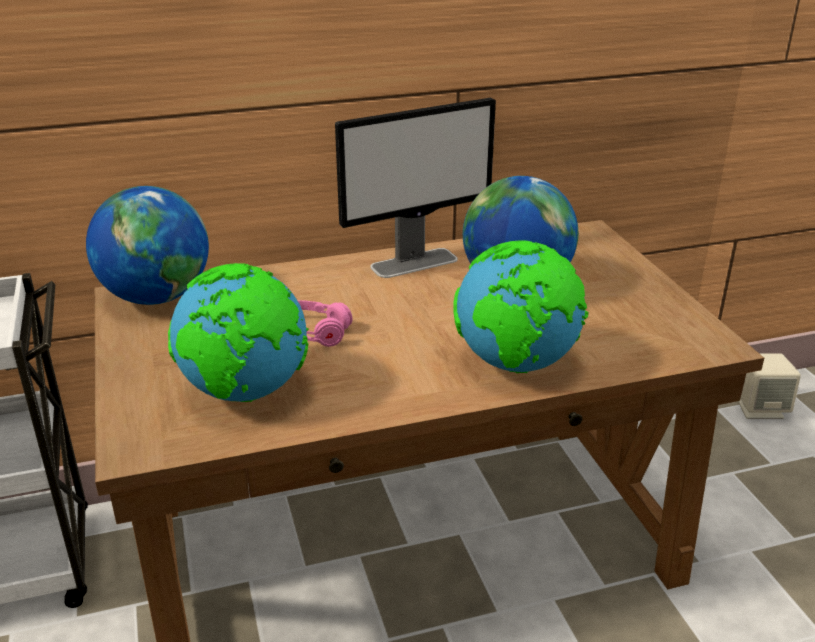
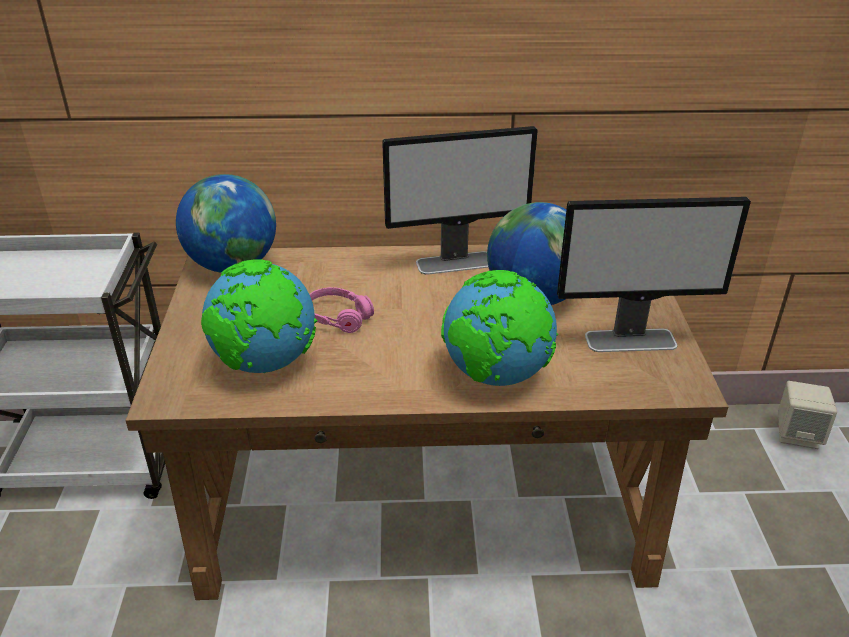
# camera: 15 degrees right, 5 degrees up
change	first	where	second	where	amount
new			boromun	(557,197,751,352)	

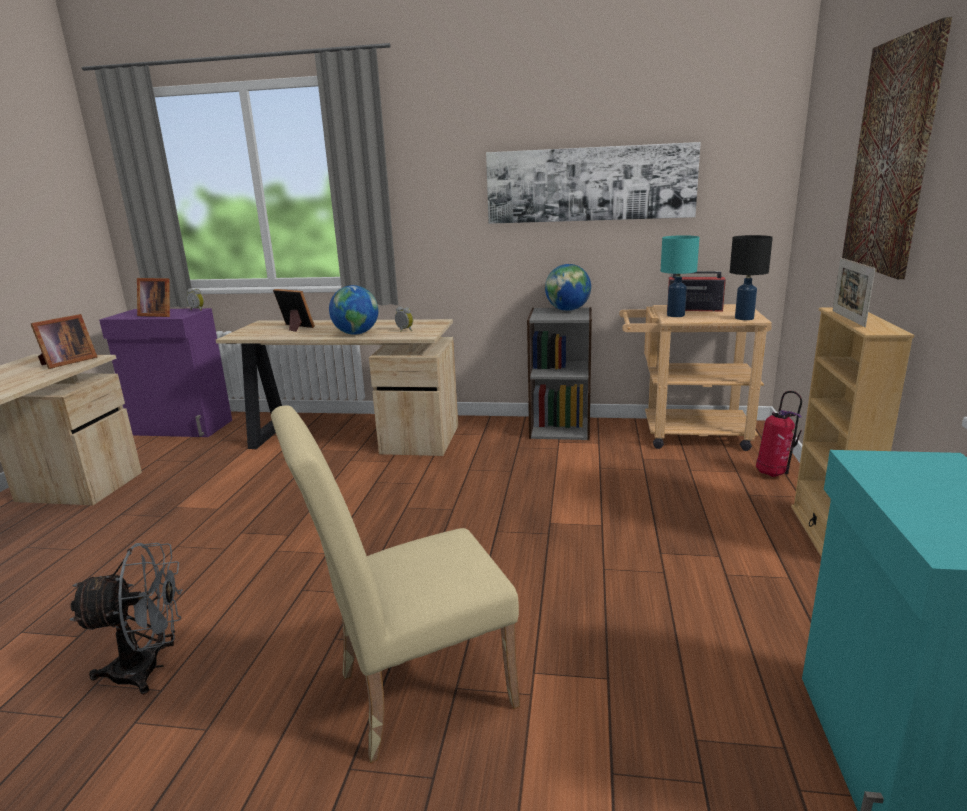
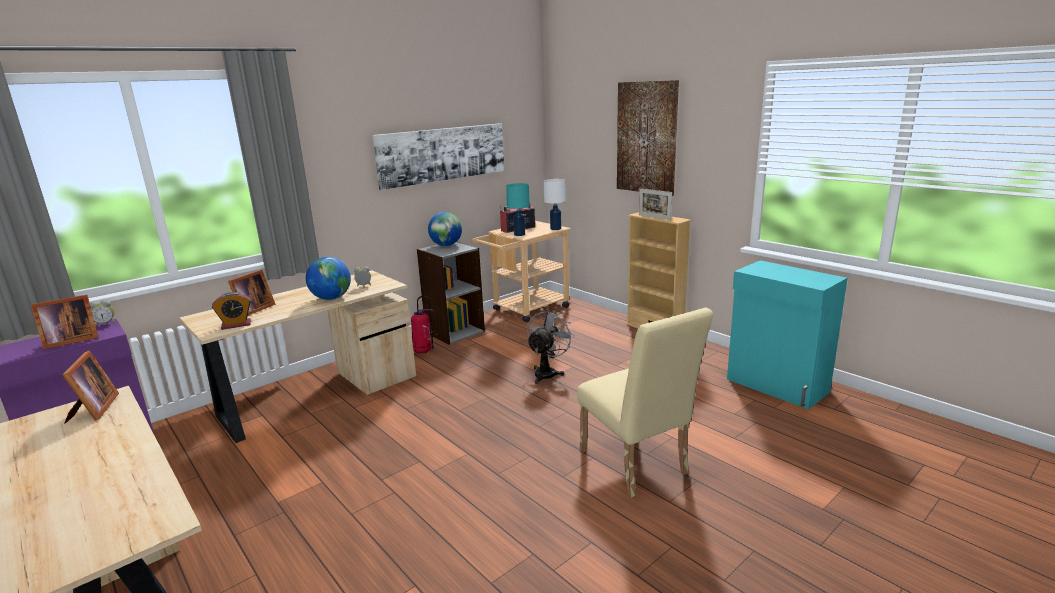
# camera: 50 degrees left, 0 degrees up
change	first	where	second	where	amount
shifted	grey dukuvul	(69,543,183,694)		(527,309,575,384)	
rotated	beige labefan	(271,405,520,763)		(577,308,713,498)	45 degrees counterclockwise
rotated	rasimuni	(273,289,315,332)		(228,270,275,316)	135 degrees clockwise
repainted	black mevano	(730,235,773,320)	white mevano	(544,179,566,230)	
shifted	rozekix	(756,391,802,477)		(411,296,434,354)	
new			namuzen	(212,292,251,330)	

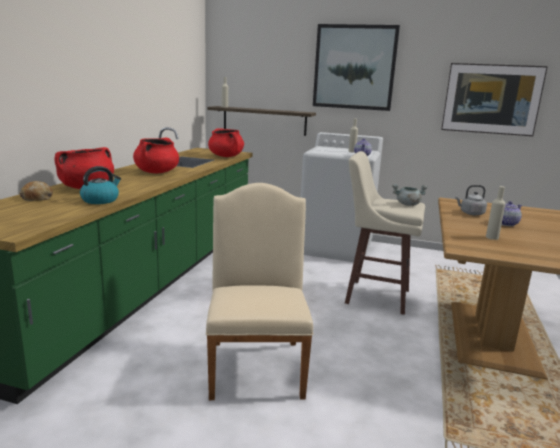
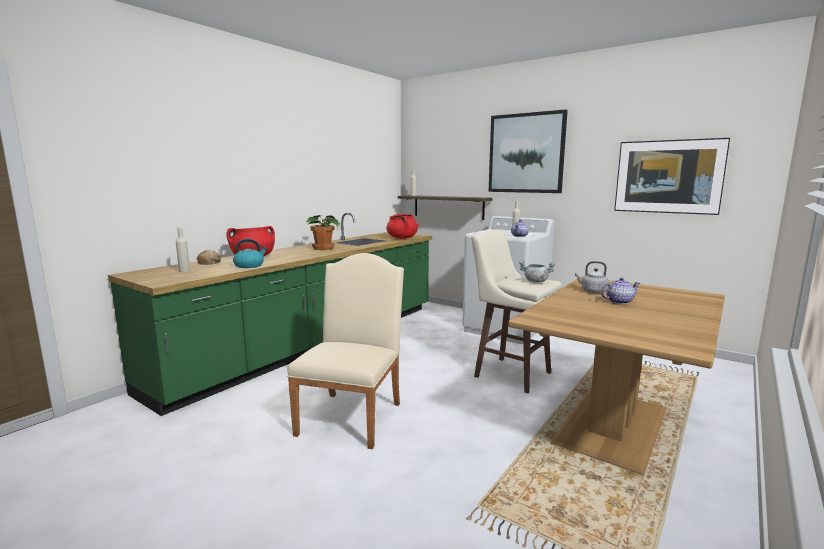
# camera: 20 degrees right, 5 degrees down
change	first	where	second	where	amount
swapped	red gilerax	(133,138,179,173)	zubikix	(306,215,338,250)	
shifted	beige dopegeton	(486,186,506,240)		(176,227,190,272)	

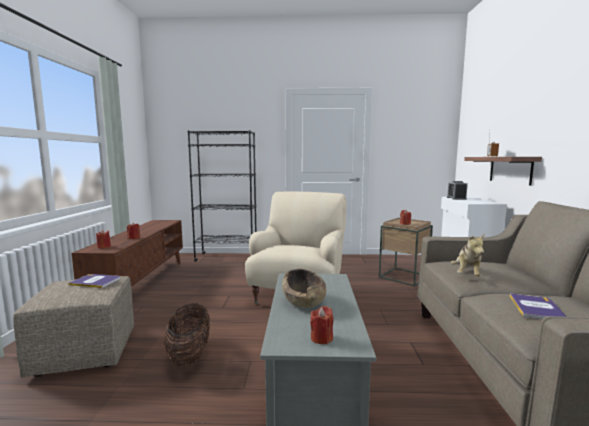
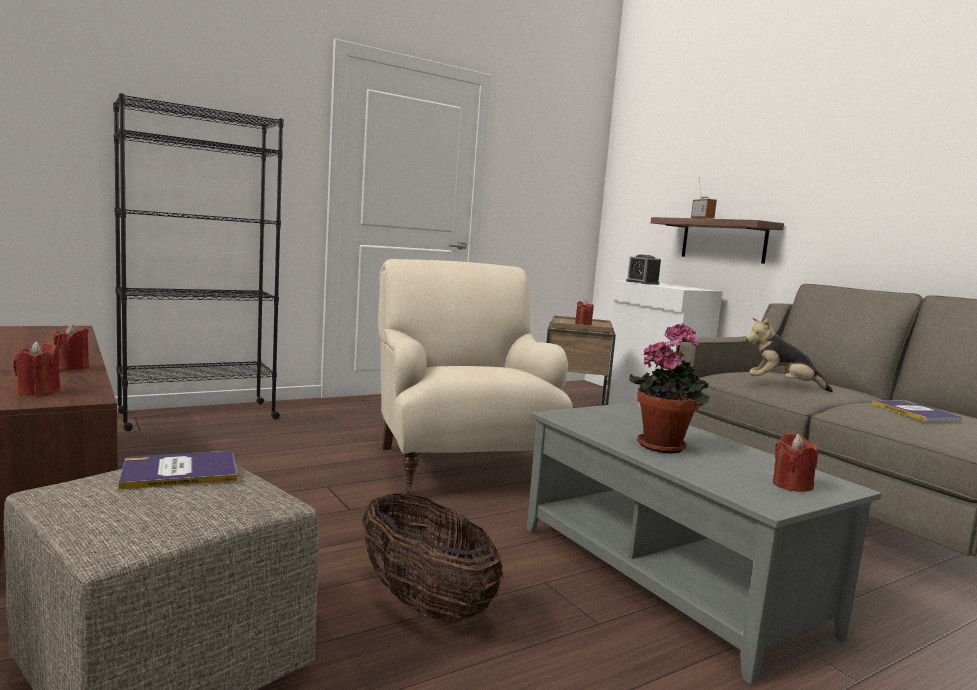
# camera: 35 degrees left, 0 degrees up
change	first	where	second	where	amount
swapped	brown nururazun	(282,269,326,308)	zubikix	(629,323,710,453)	
rotated	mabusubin	(451,234,485,276)		(745,317,833,392)	120 degrees clockwise

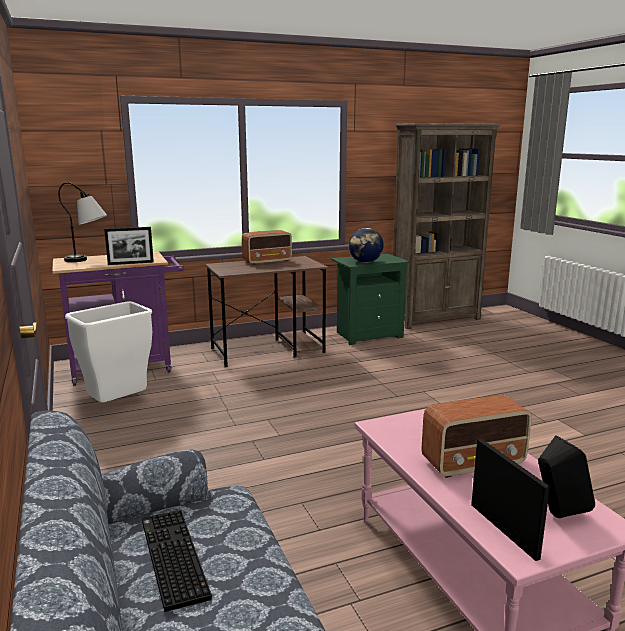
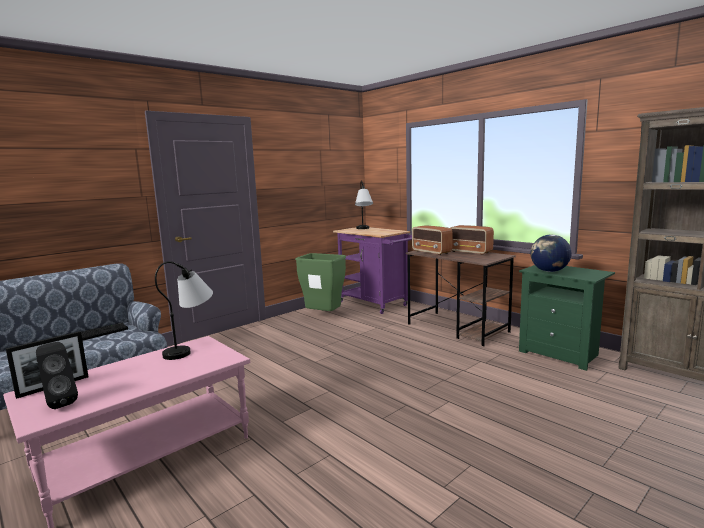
# camera: 70 degrees right, 5 degrees down
change	first	where	second	where	amount
repainted	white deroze	(65,301,152,402)	green deroze	(295,253,346,311)	
gone	rasimuni	(104,227,154,265)			
shifted	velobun	(421,395,532,478)		(412,225,453,255)	
new			mevano	(155,261,213,360)	

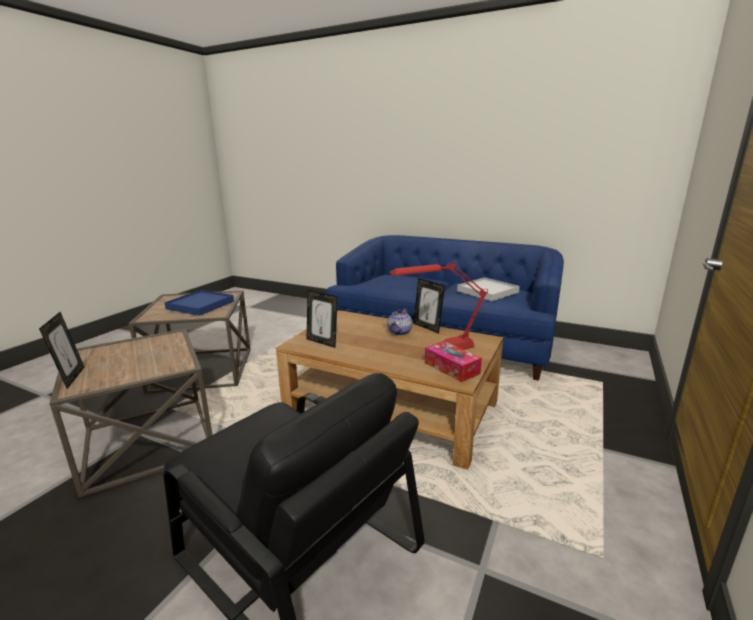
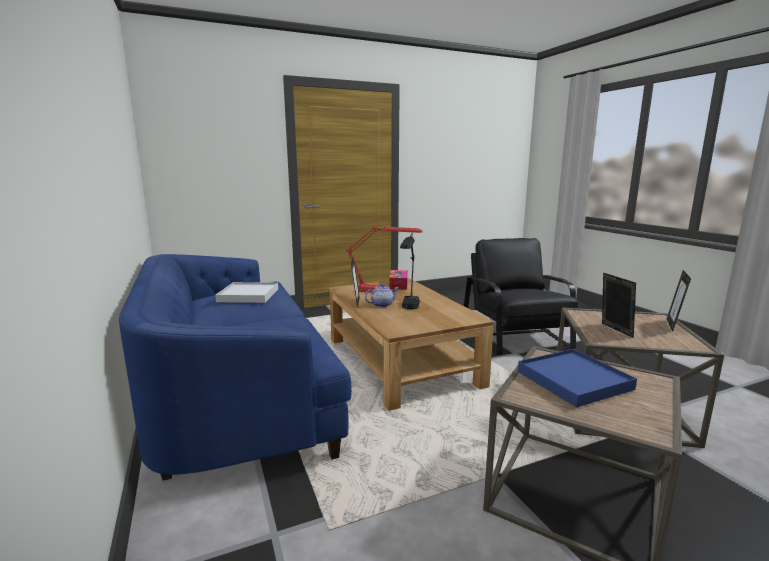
# camera: 140 degrees left, 5 degrees down
change	first	where	second	where	amount
shifted	rasimuni	(307,290,337,348)		(602,273,636,338)	
new			black mevano	(400,233,420,309)	

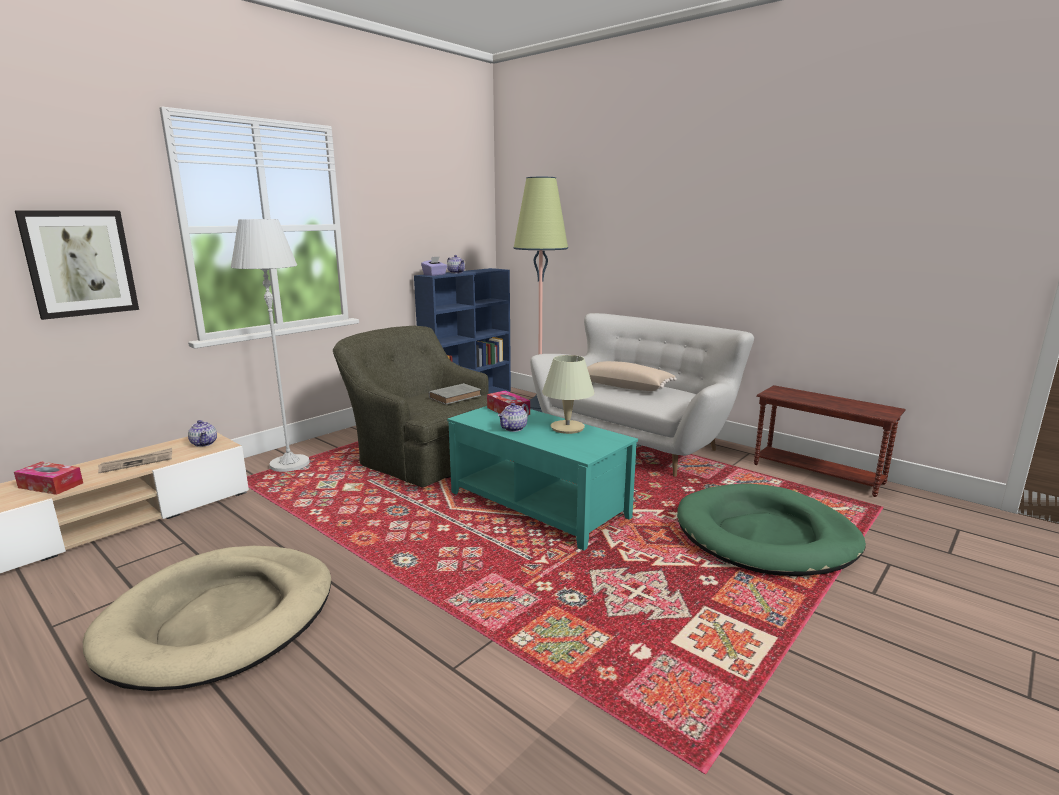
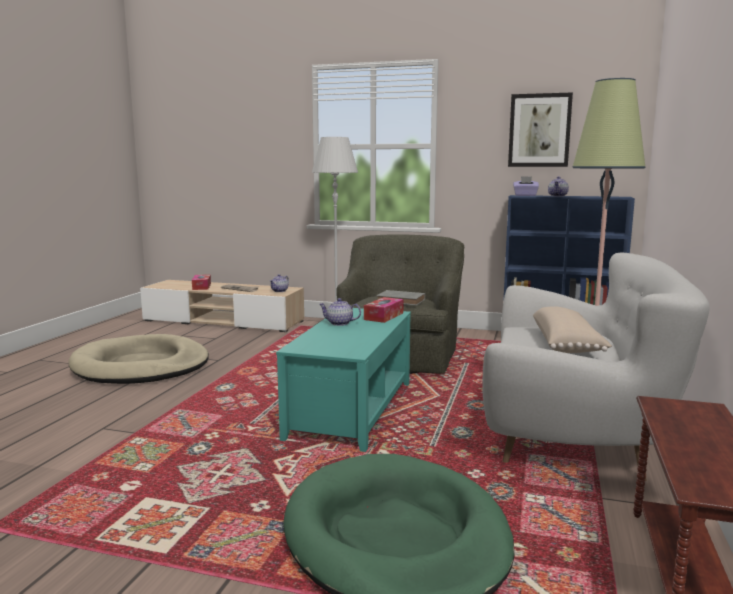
# camera: 65 degrees right, 5 degrees down
change	first	where	second	where	amount
shifted	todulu	(15,210,139,320)		(508,92,573,167)	
gone	beige mevano	(542,355,595,434)			

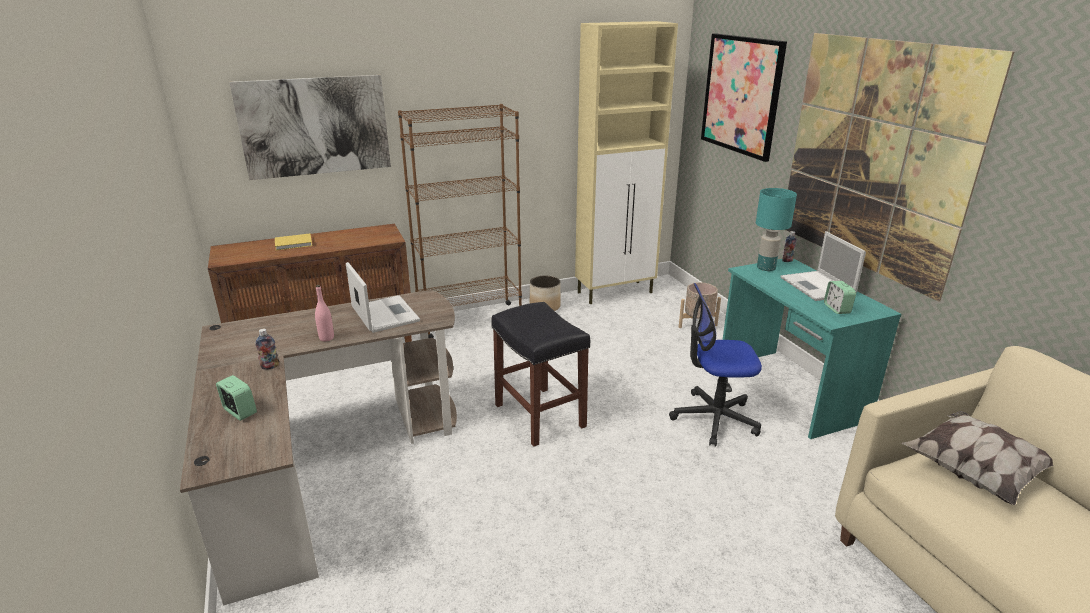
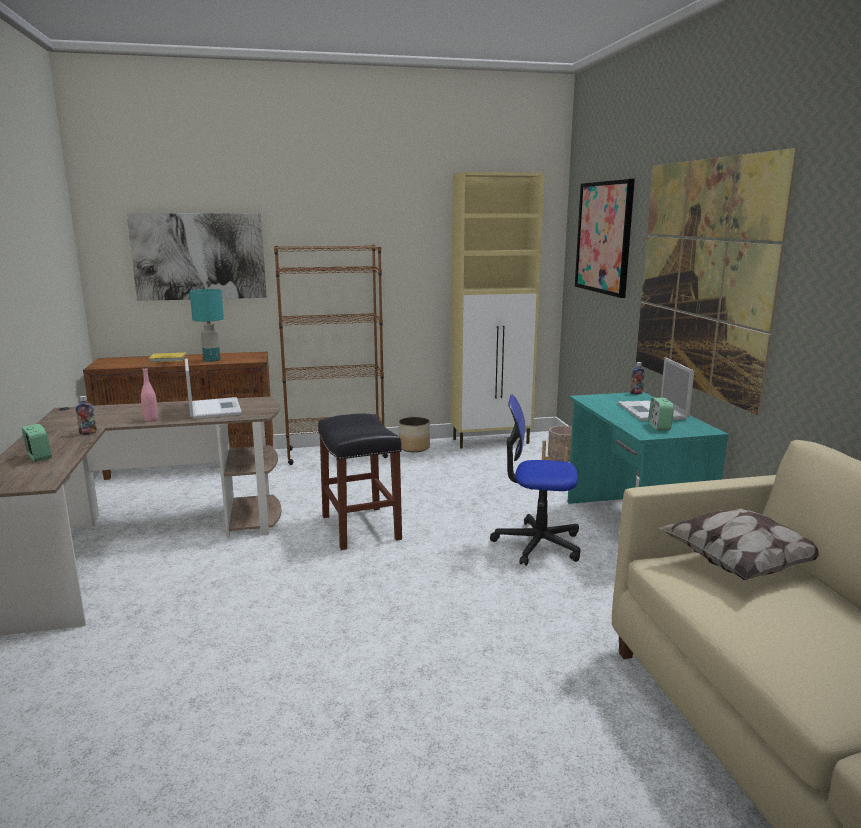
# camera: 10 degrees right, 10 degrees down
change	first	where	second	where	amount
shifted	turquoise mevano	(756,188,797,271)		(190,289,224,362)	

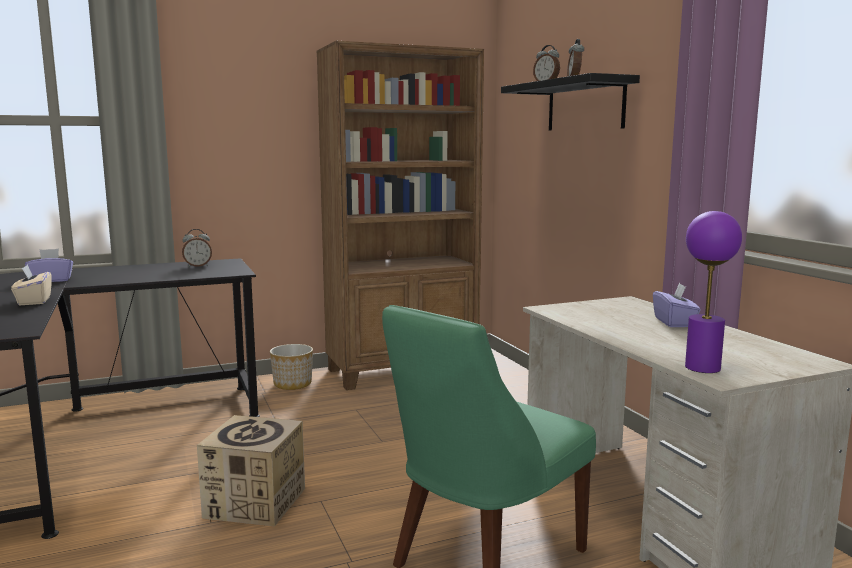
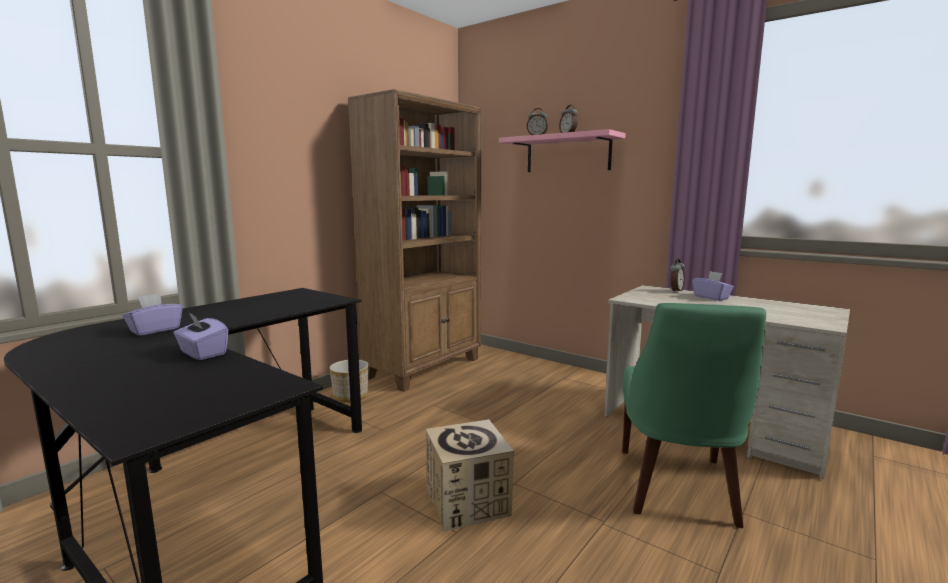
# camera: 30 degrees left, 0 degrees up
change	first	where	second	where	amount
repainted	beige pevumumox	(11,264,51,305)	purple pevumumox	(173,313,228,360)	
shifted	namuzen	(182,229,212,267)		(670,259,685,293)	
repainted	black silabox	(501,73,640,131)	pink silabox	(499,129,626,172)	
gone	purple mevano	(685,211,742,373)			

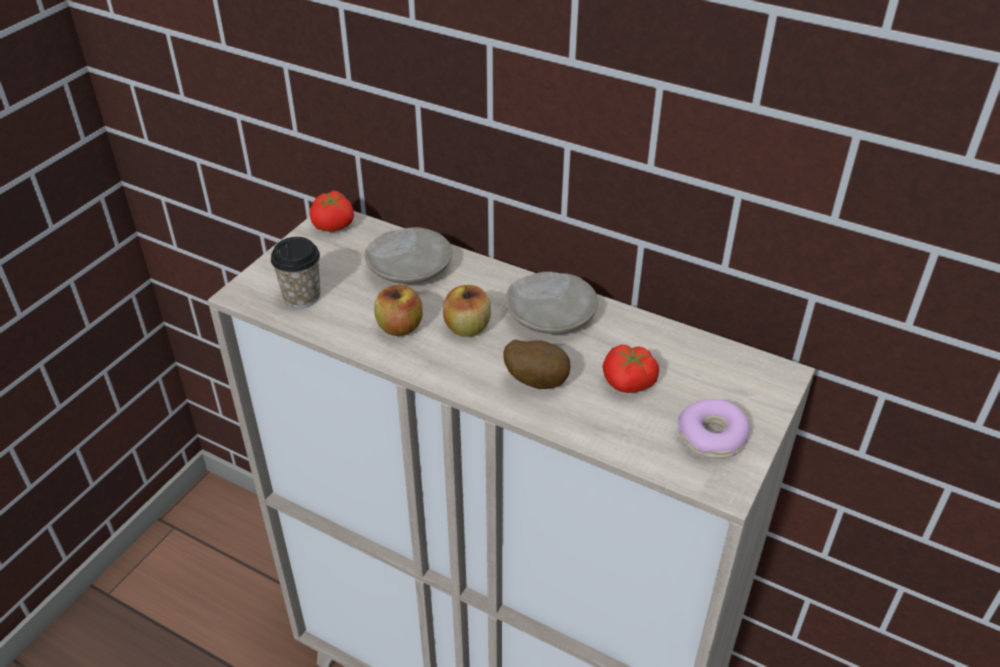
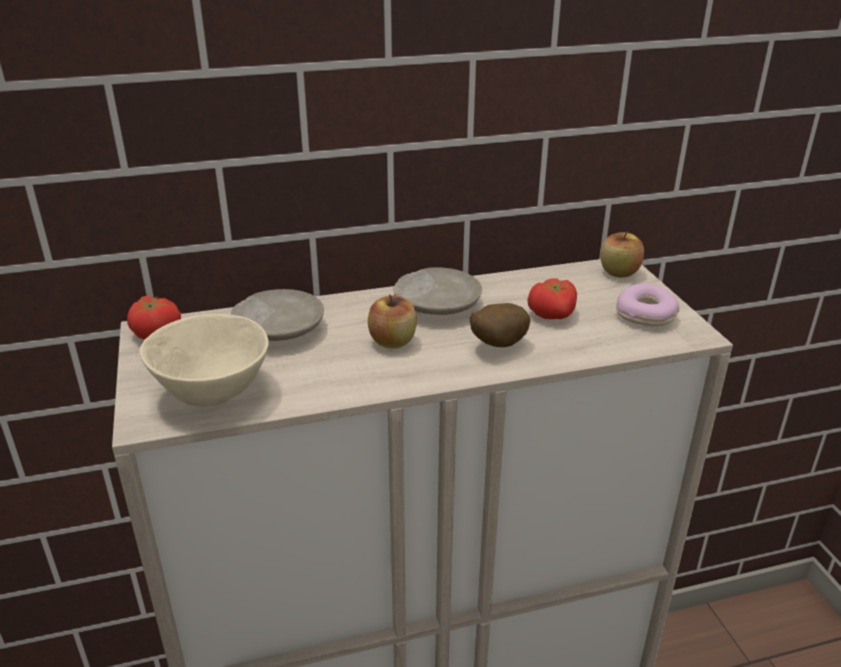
# camera: 45 degrees left, 10 degrees down
change	first	where	second	where	amount
swapped	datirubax	(271,237,320,308)	beige nururazun	(140,314,268,407)	
shifted	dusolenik	(374,285,422,336)		(600,231,644,277)	

